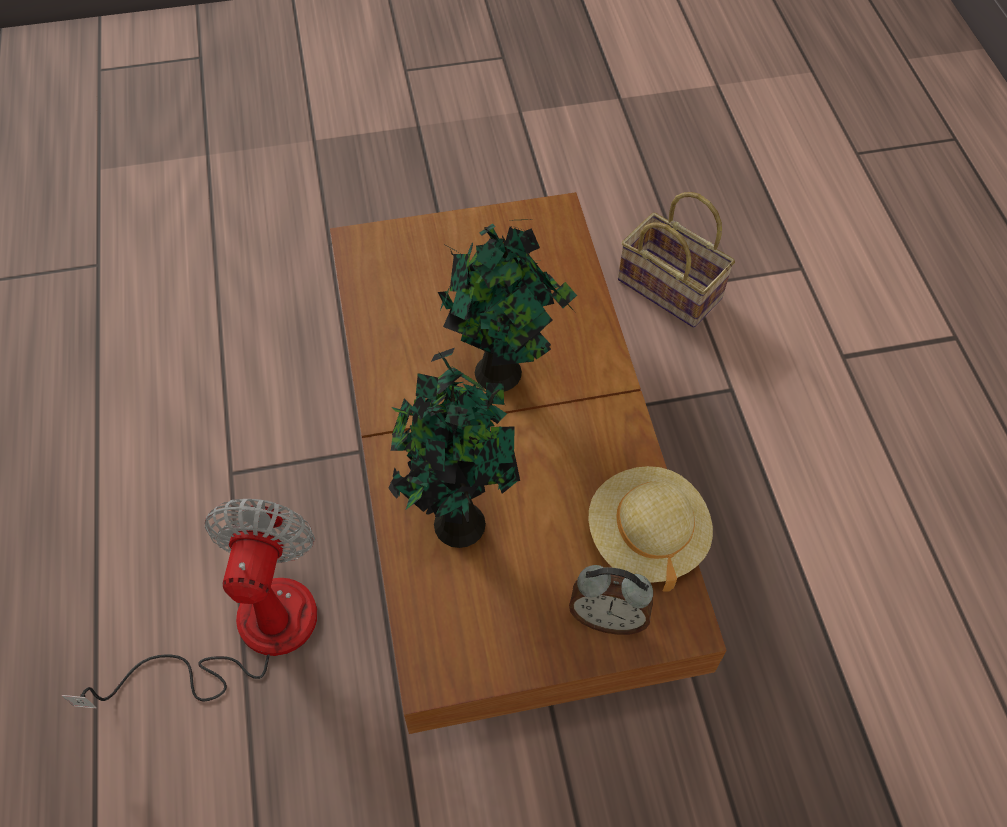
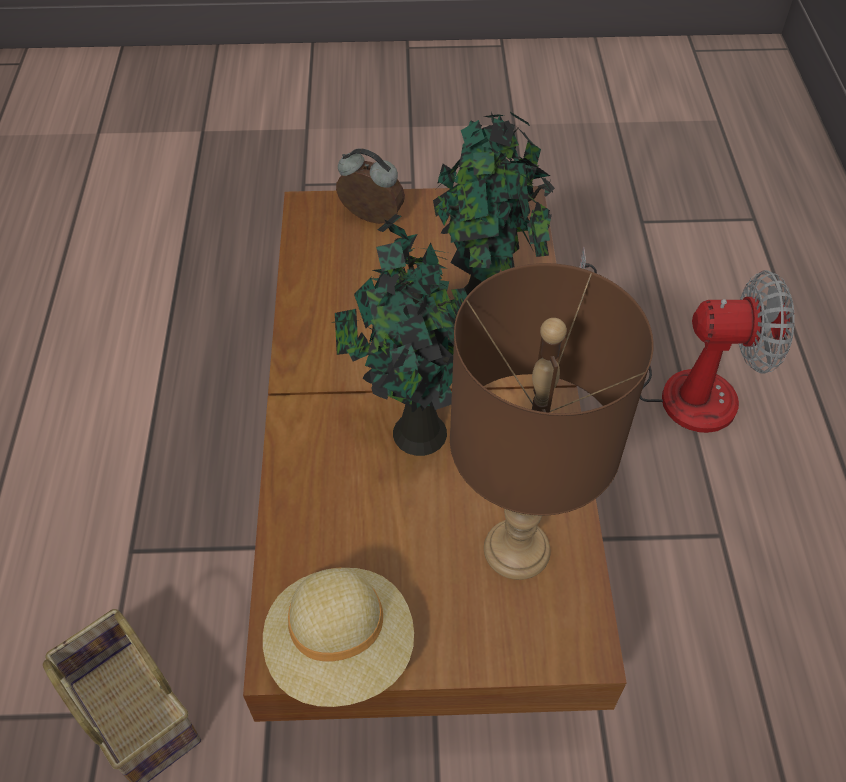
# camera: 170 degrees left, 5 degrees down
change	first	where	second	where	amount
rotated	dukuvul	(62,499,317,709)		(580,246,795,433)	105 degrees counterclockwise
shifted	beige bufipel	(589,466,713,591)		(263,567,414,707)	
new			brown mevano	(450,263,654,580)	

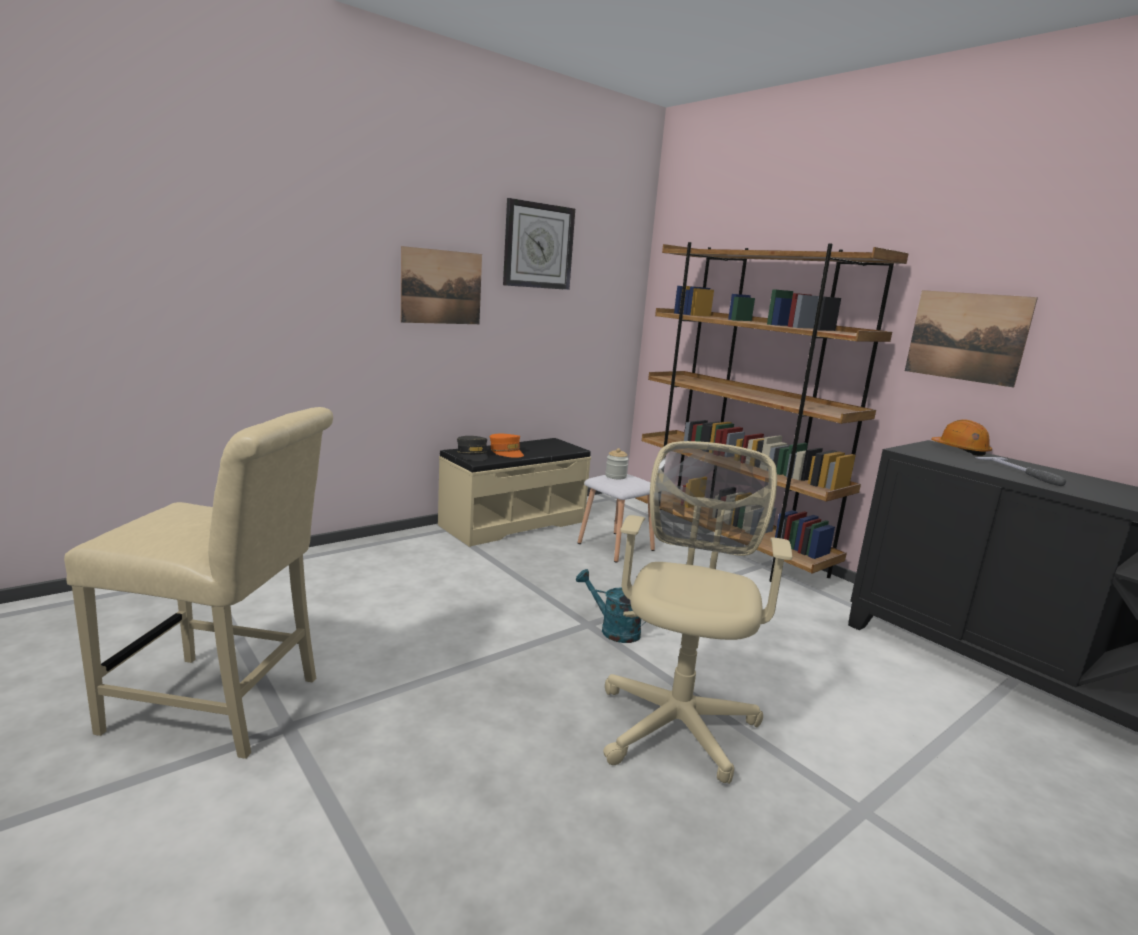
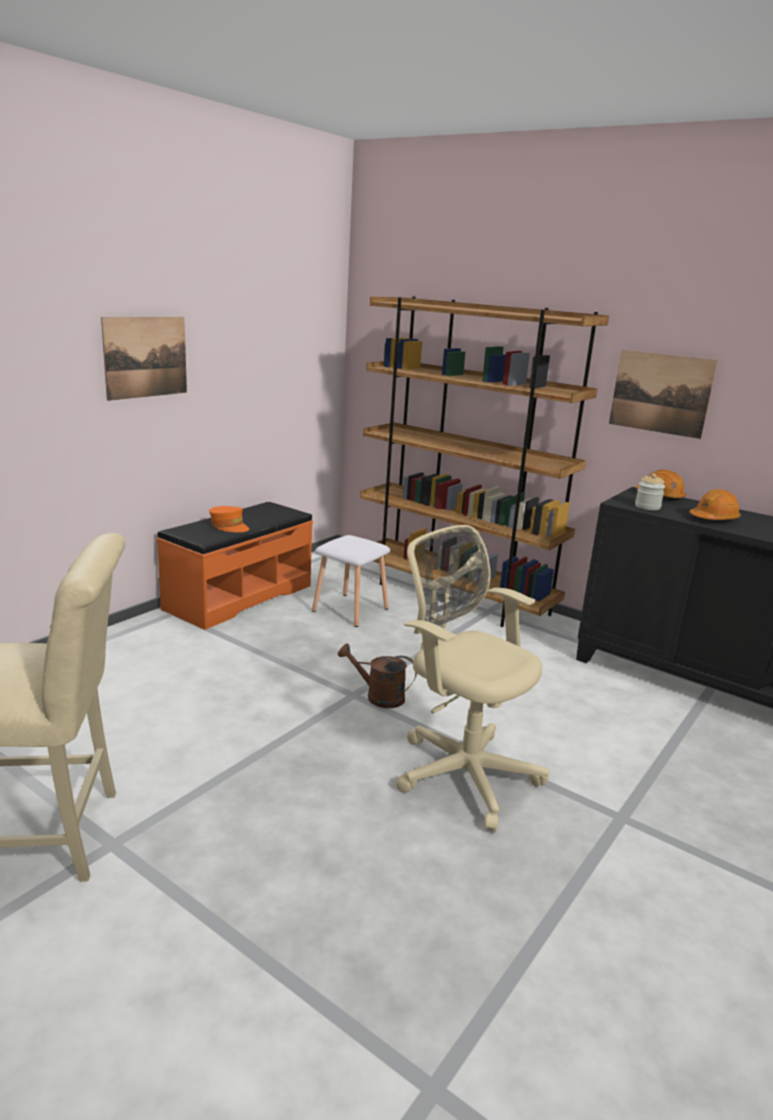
# camera: 15 degrees left, 5 degrees up
change	first	where	second	where	amount
repainted	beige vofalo	(438,438,591,547)	orange vofalo	(157,502,313,630)	
gone	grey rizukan	(457,436,488,461)			
gone	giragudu	(503,198,575,290)			
repainted	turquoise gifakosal	(576,569,646,643)	brown gifakosal	(338,644,417,708)	
rotated	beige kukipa	(603,441,793,784)		(396,525,550,832)	45 degrees counterclockwise
shifted	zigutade	(605,448,628,479)		(635,473,665,510)	
swapped	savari	(975,457,1066,486)	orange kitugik	(689,489,741,520)	

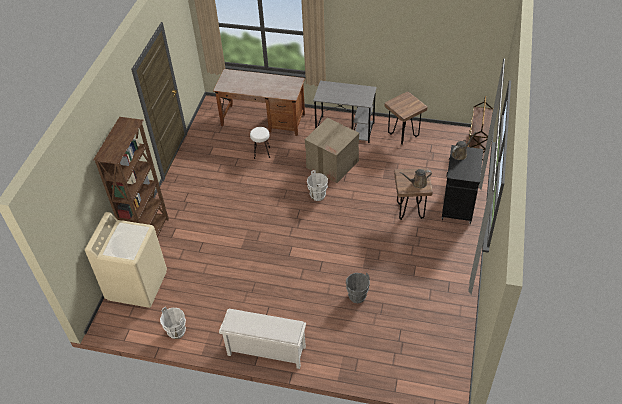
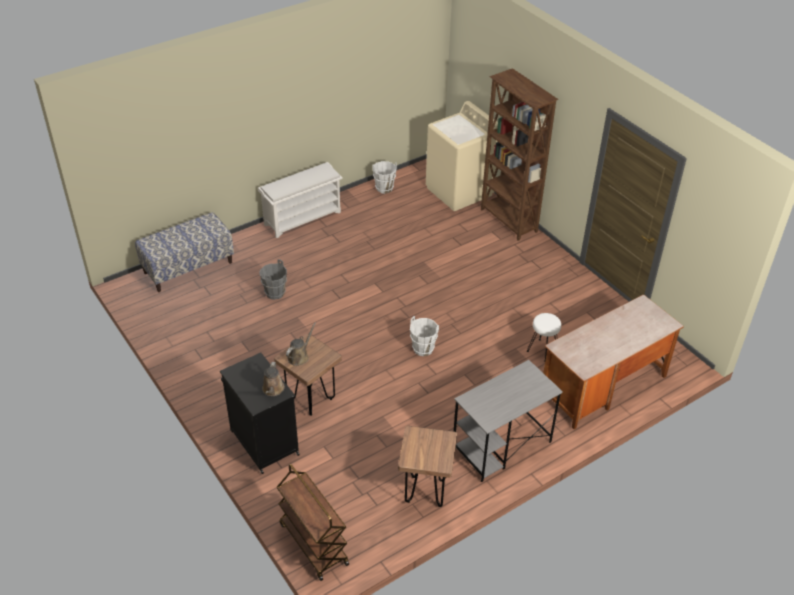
# camera: 130 degrees right, 5 degrees down
change	first	where	second	where	amount
gone	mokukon	(305,118,359,183)			
new			vofalo	(135,212,234,292)	

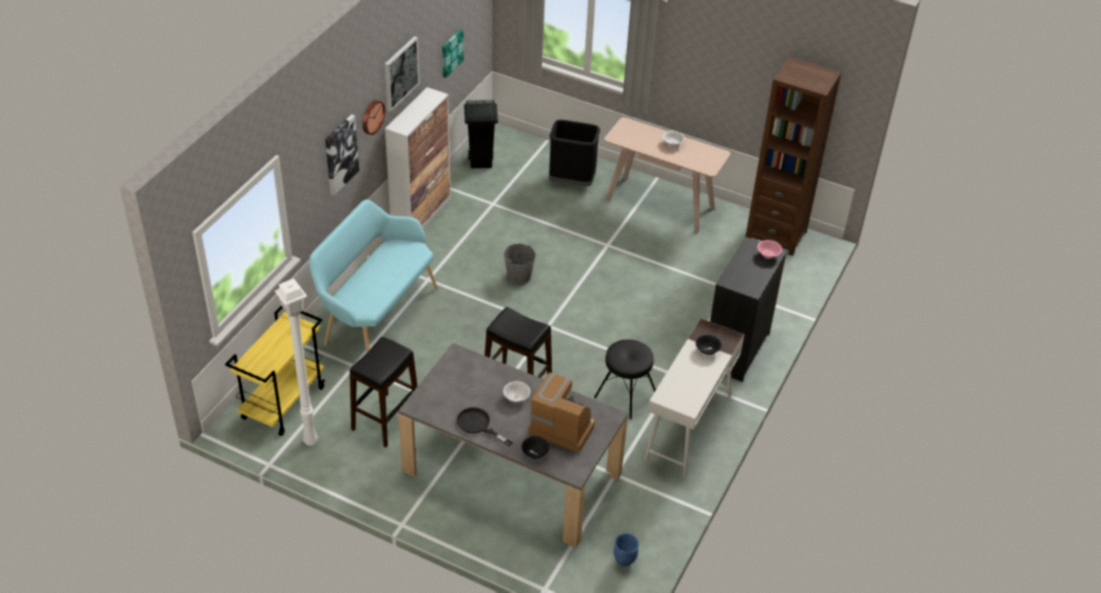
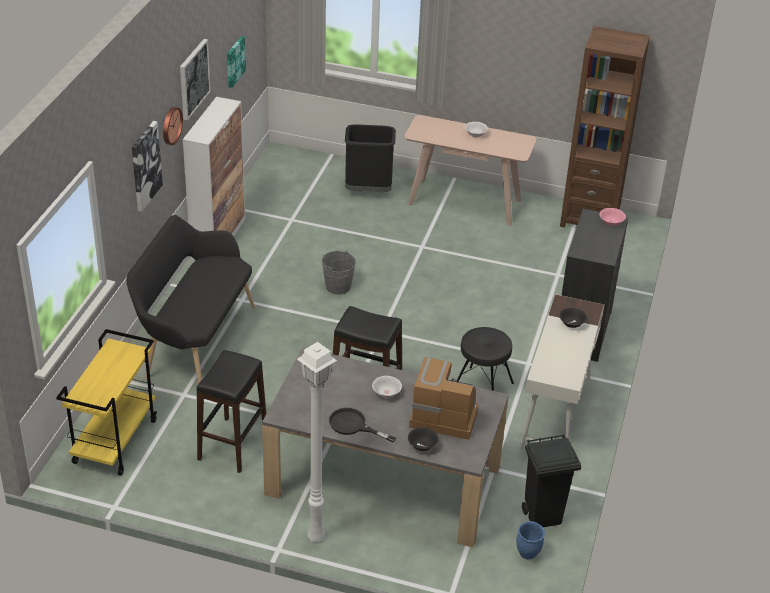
# camera: 10 degrees left, 5 degrees down
change	first	where	second	where	amount
shifted	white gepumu	(275,278,318,445)		(297,342,337,543)	
repainted	turquoise vofalo	(309,200,438,353)	black vofalo	(127,215,255,384)	
shifted	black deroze	(464,100,498,168)		(522,434,581,527)	

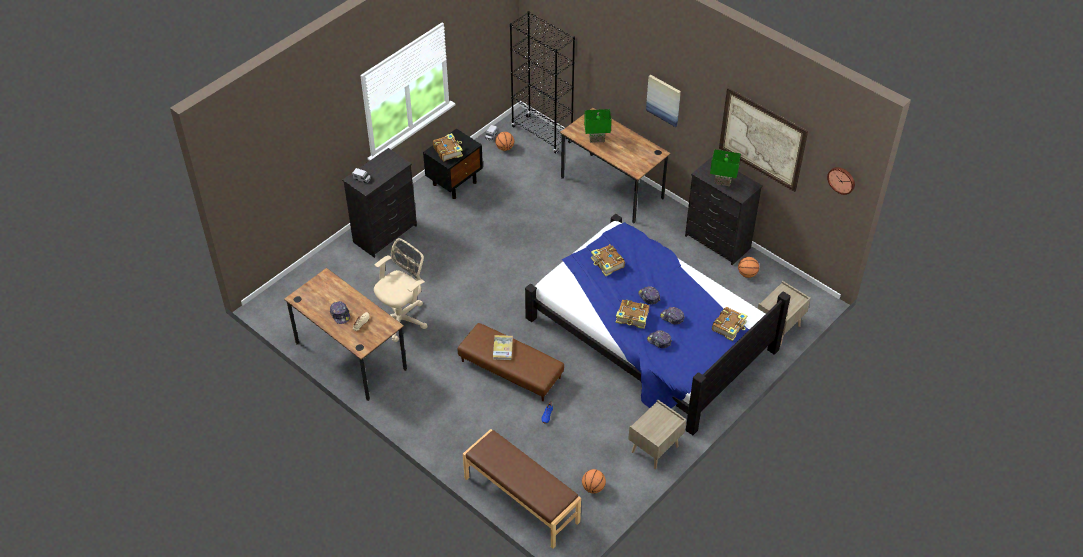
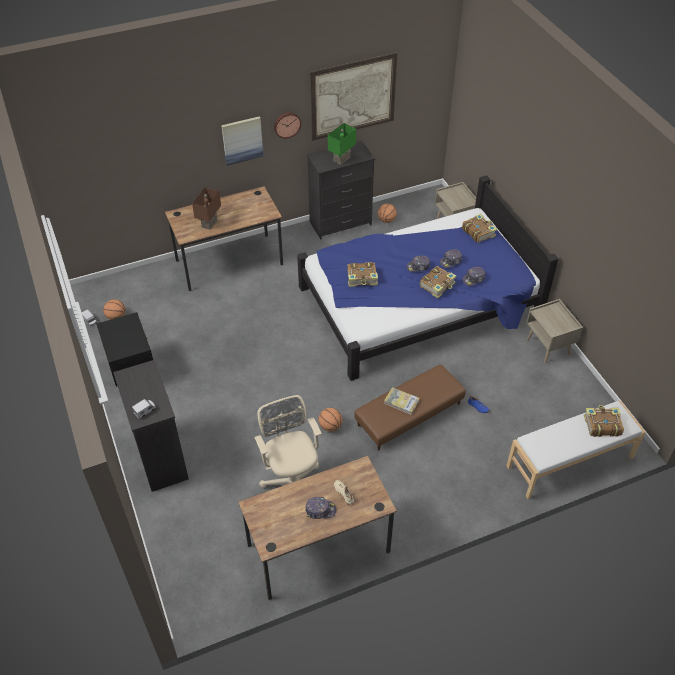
# camera: 65 degrees left, 0 degrees up
change	first	where	second	where	amount
shifted	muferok	(433,133,463,161)		(584,405,624,437)	
repainted	brown vofalo	(463,429,581,549)	white vofalo	(506,401,645,499)	
gone	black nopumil	(510,11,575,154)			
shifted	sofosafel	(582,469,606,493)		(319,408,342,432)	
repainted	green mevano	(584,109,611,143)	brown mevano	(192,187,221,230)	
shifted	giragudu	(827,167,855,195)		(274,112,301,139)	

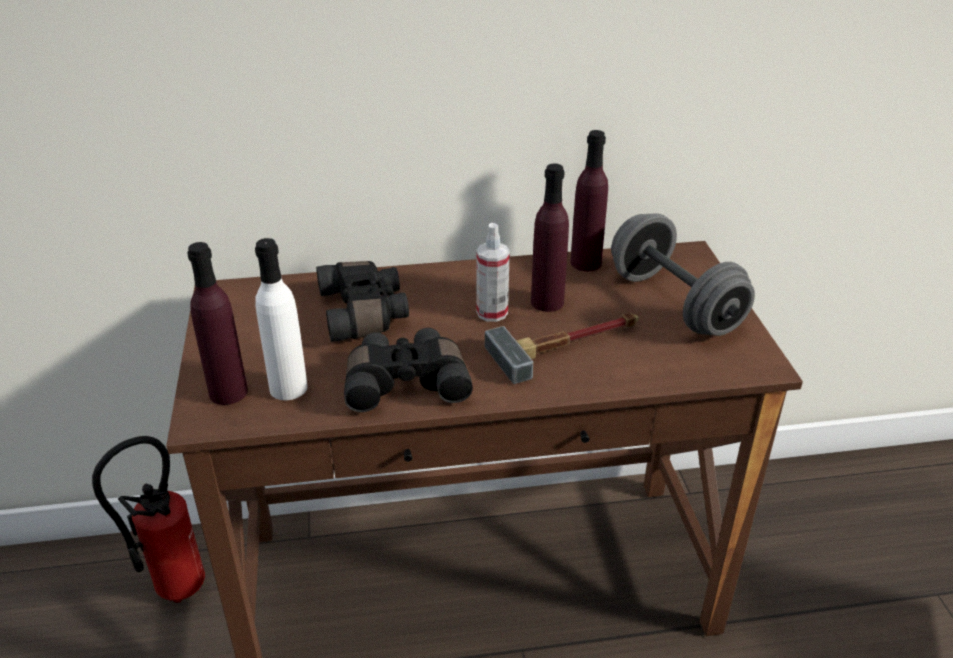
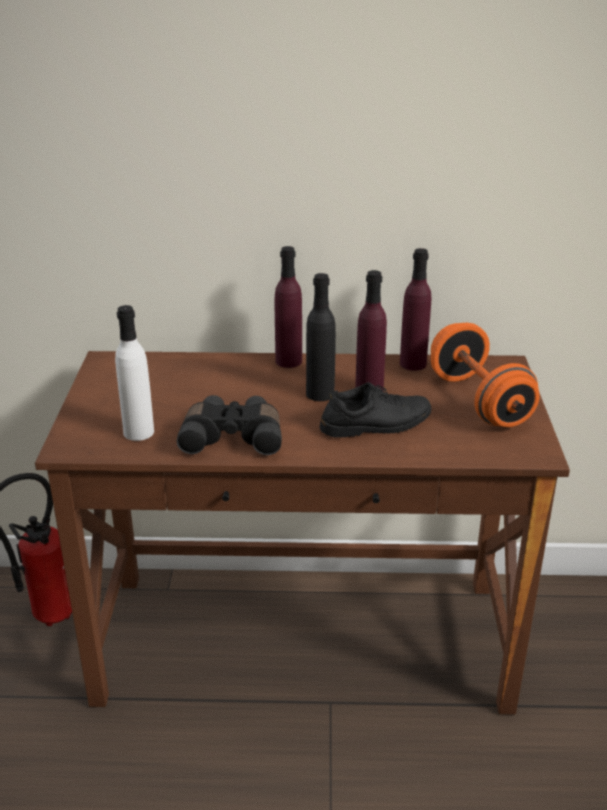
# camera: 10 degrees right, 5 degrees down
change	first	where	second	where	amount
shifted	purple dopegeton	(187,242,248,405)		(275,246,302,368)	
gone	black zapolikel	(316,261,409,342)			
swapped	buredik	(477,223,510,322)	black dopegeton	(306,273,336,401)	
swapped	savari	(485,312,639,384)	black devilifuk	(320,382,431,438)	
repainted	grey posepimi	(611,213,755,336)	orange posepimi	(431,323,540,427)	

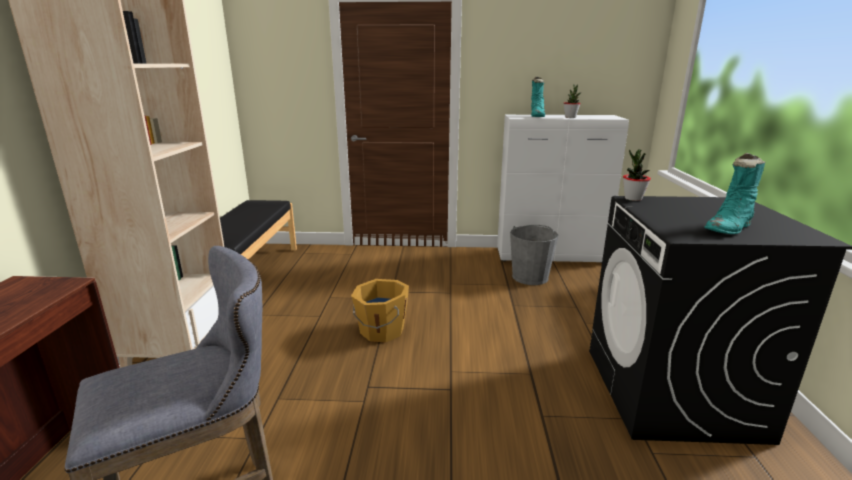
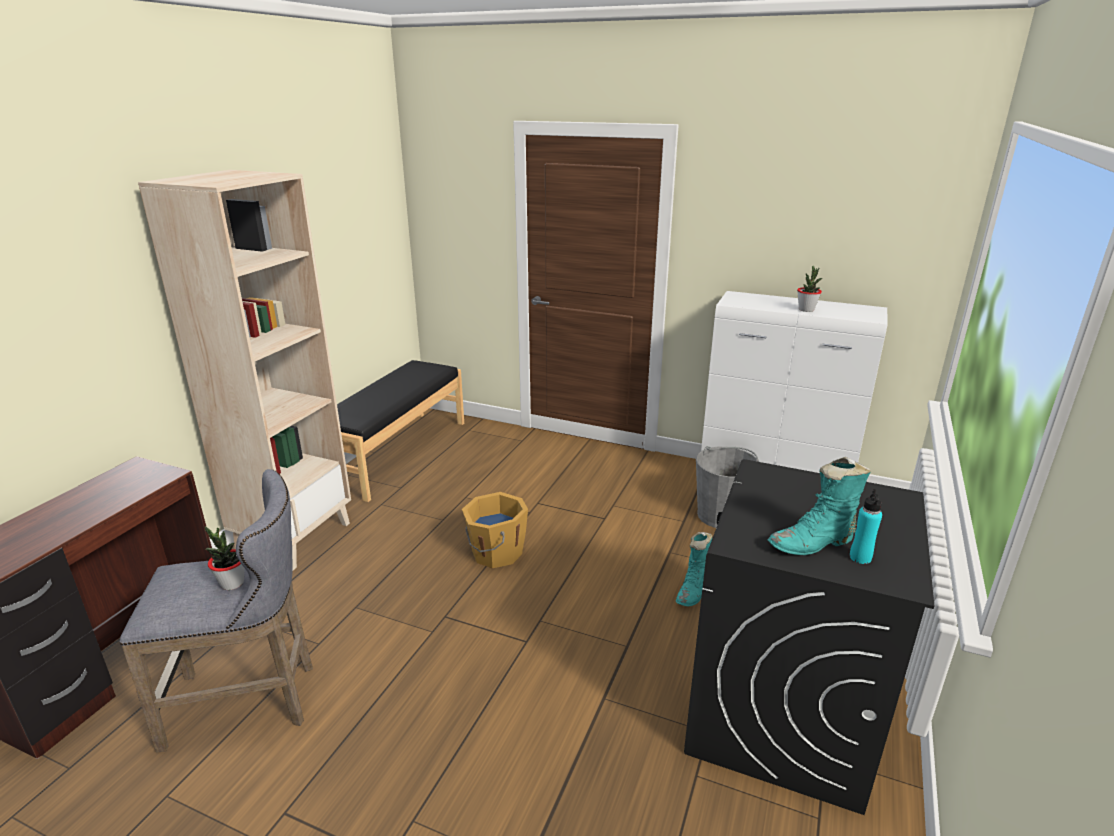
# camera: 20 degrees right, 5 degrees up
change	first	where	second	where	amount
shifted	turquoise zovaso	(531,77,545,117)		(676,532,713,606)	
shifted	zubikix	(623,150,651,201)		(205,526,245,590)	
new			turquoise dopegeton	(850,489,882,564)	

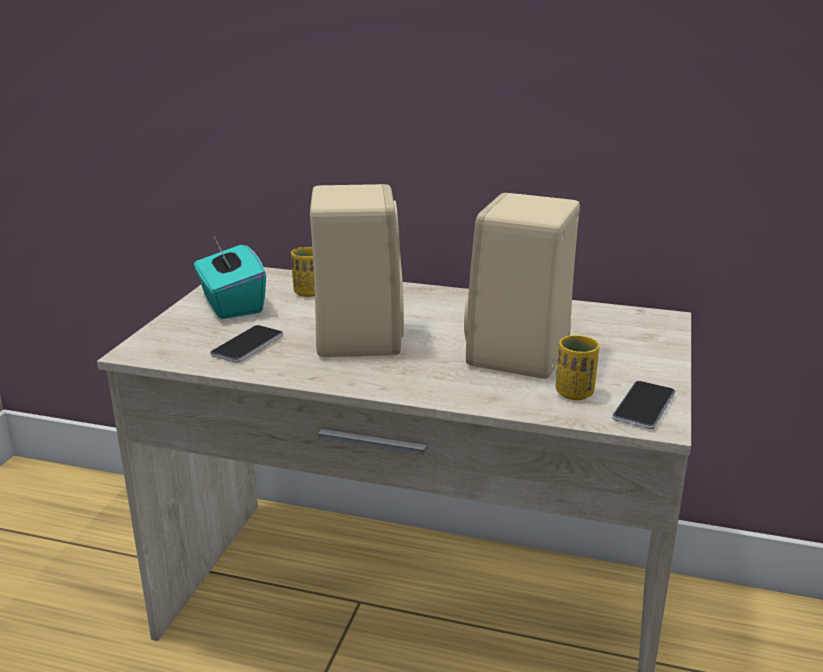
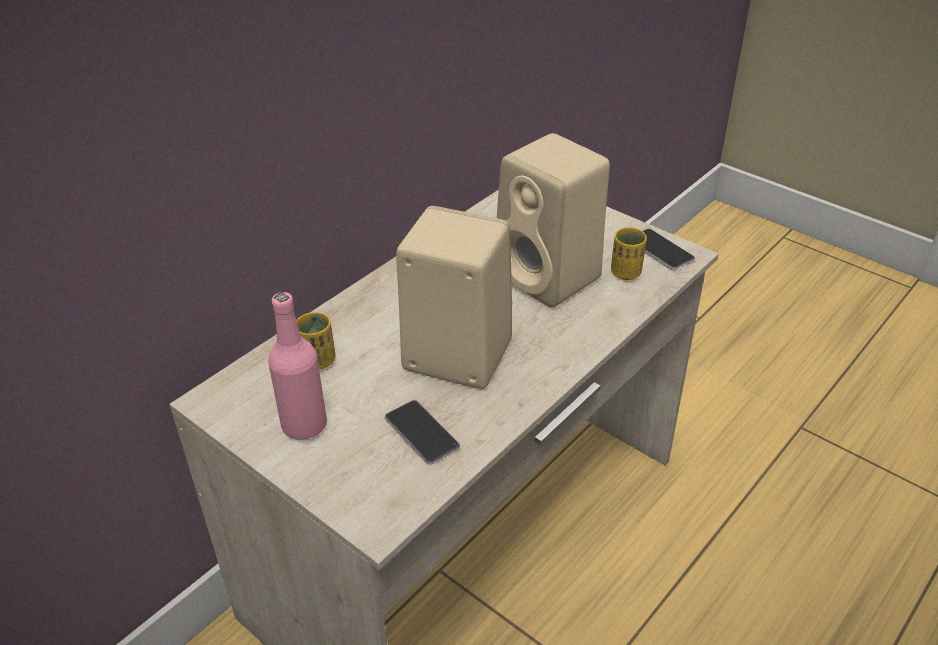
# camera: 65 degrees left, 15 degrees up
change	first	where	second	where	amount
swapped	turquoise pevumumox	(194,237,266,319)	pink dopegeton	(268,292,327,440)	

